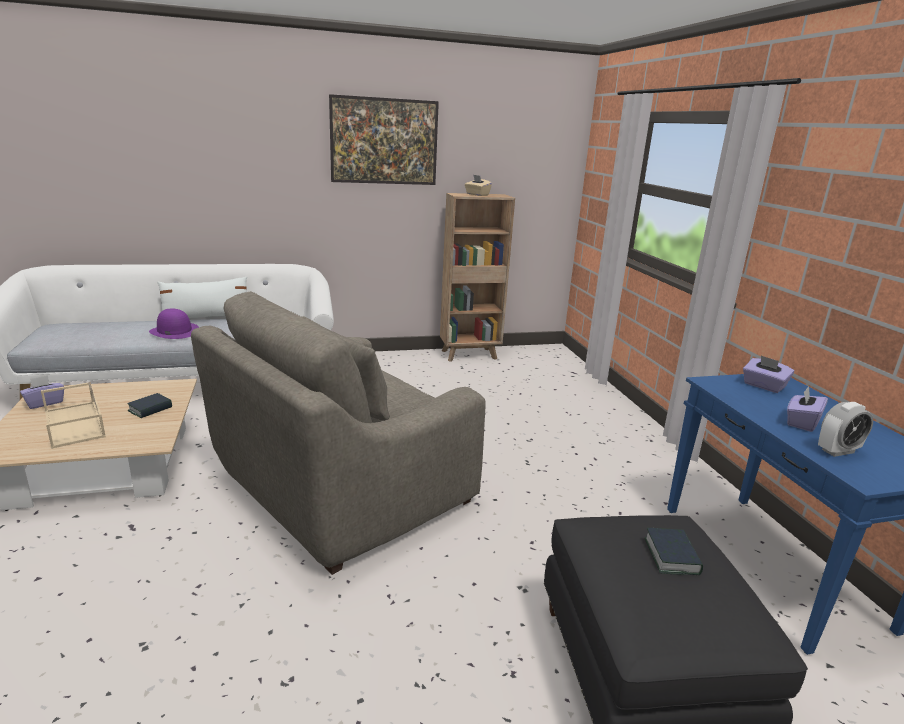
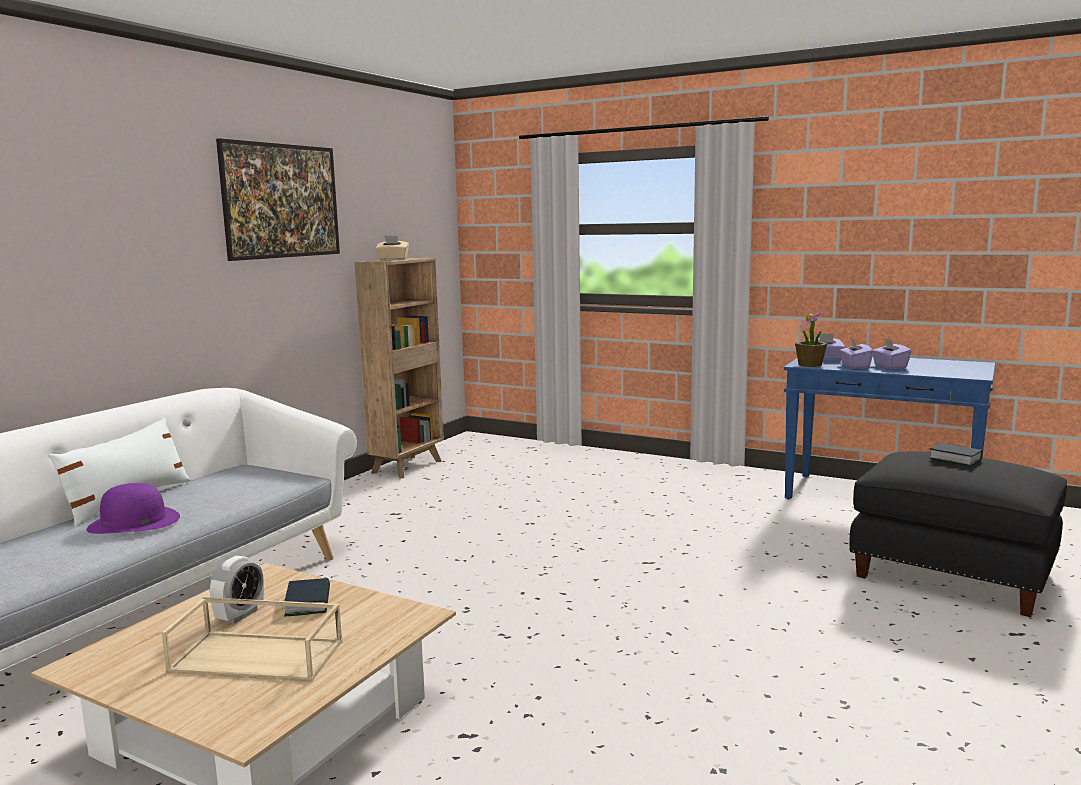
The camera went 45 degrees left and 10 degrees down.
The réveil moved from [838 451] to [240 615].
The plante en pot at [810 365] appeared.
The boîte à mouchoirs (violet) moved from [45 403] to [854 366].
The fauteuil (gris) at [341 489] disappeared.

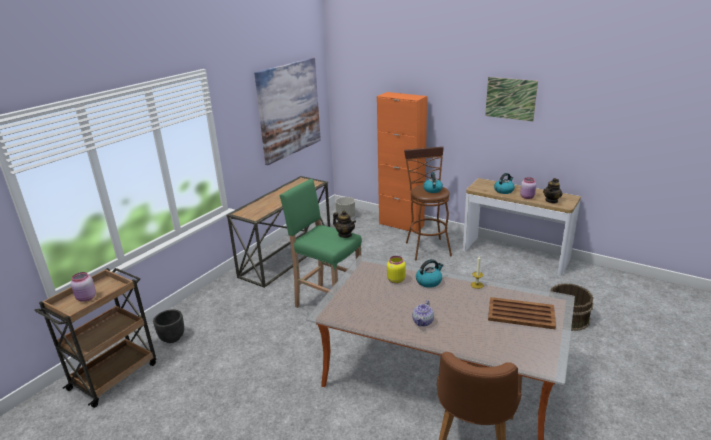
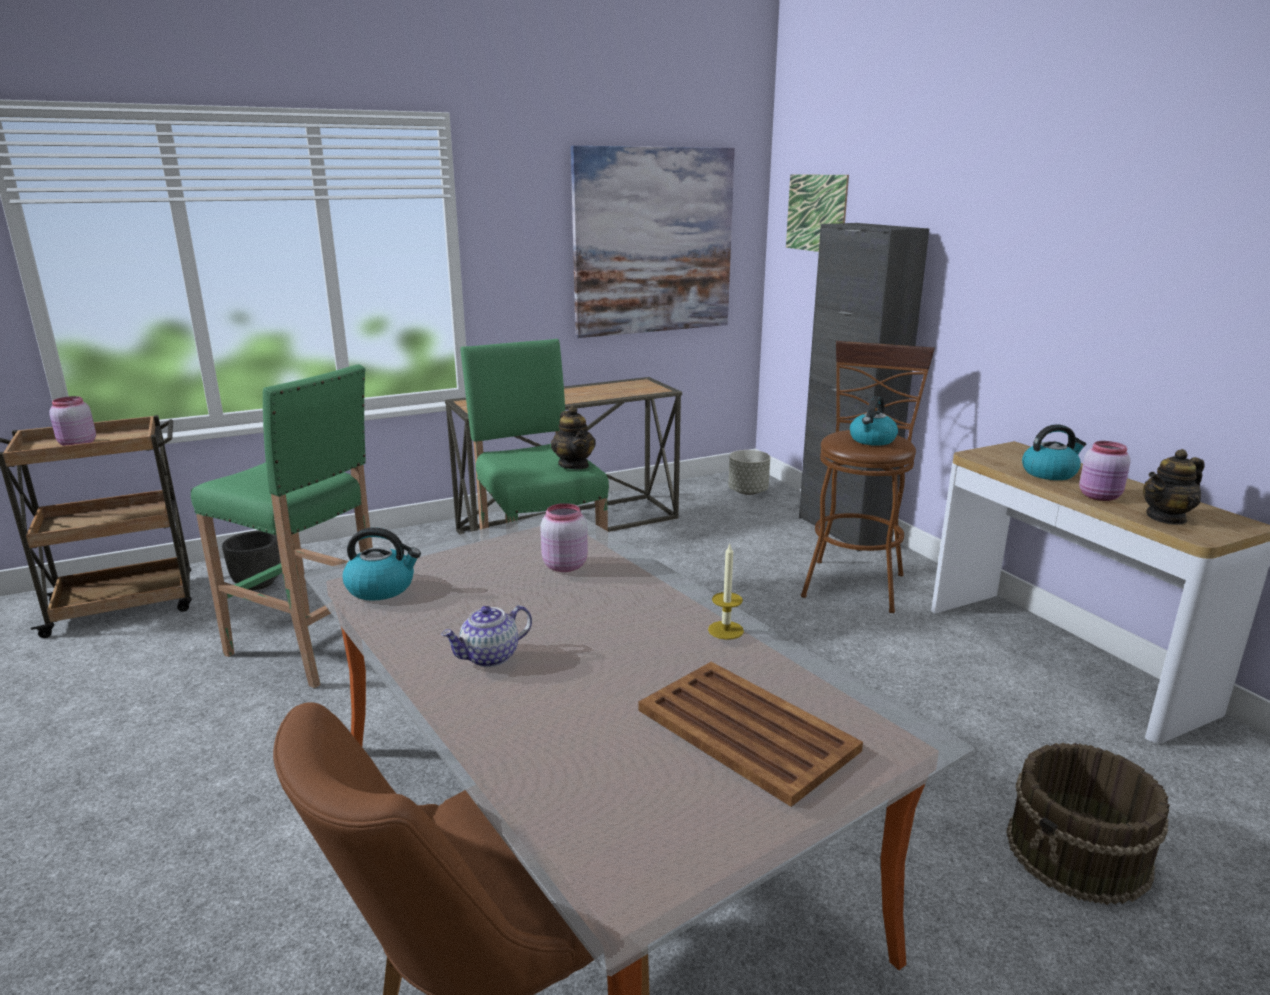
The camera went 30 degrees right and 5 degrees down.
The tabouret (vert) at [311 648] appeared.
The bouilloire moved from [429 281] to [382 588].
The bocal (jaune) at [395 280] became the bocal (rose) at [564 565].
The tableau moved from [510 98] to [816 213].
The meuble de rangement (orange) at [401 225] became the meuble de rangement (noir) at [843 530].

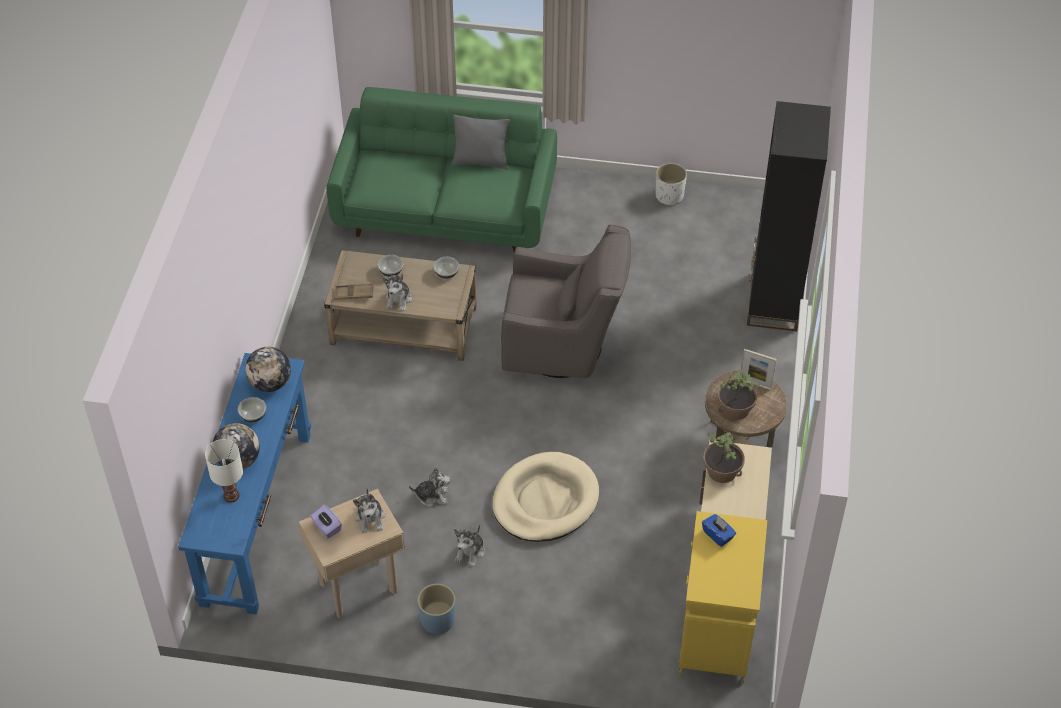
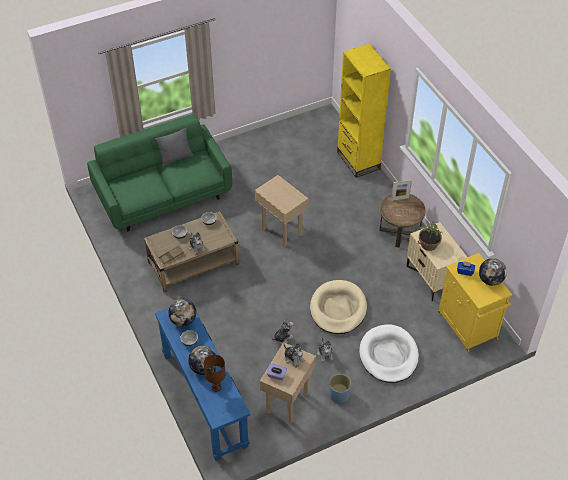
The camera went 35 degrees left and 0 degrees up.
The lampe de table (blanc) at [232 495] became the lampe de table (marron) at [216 387].
The fauteuil (gris) at [564 347] was replaced by the table d'appoint (beige) at [281 232].
The bibliothèque (noir) at [774 301] became the bibliothèque (jaune) at [358 160].
The panier pour chien (blanc) at [388 355] appeared.
The globe at [490 280] appeared.
The cache-pot (blanc) at [669 196] disappeared.
The plante en pot at [735 408] disappeared.

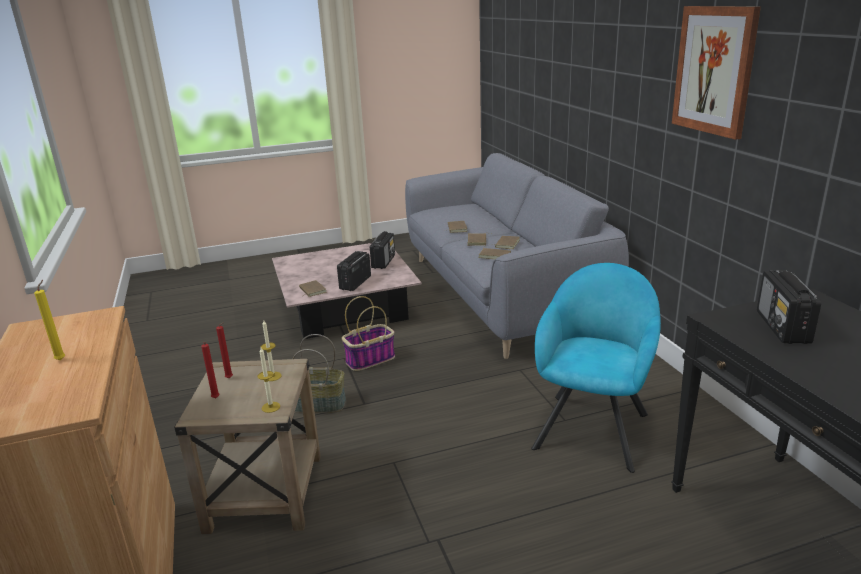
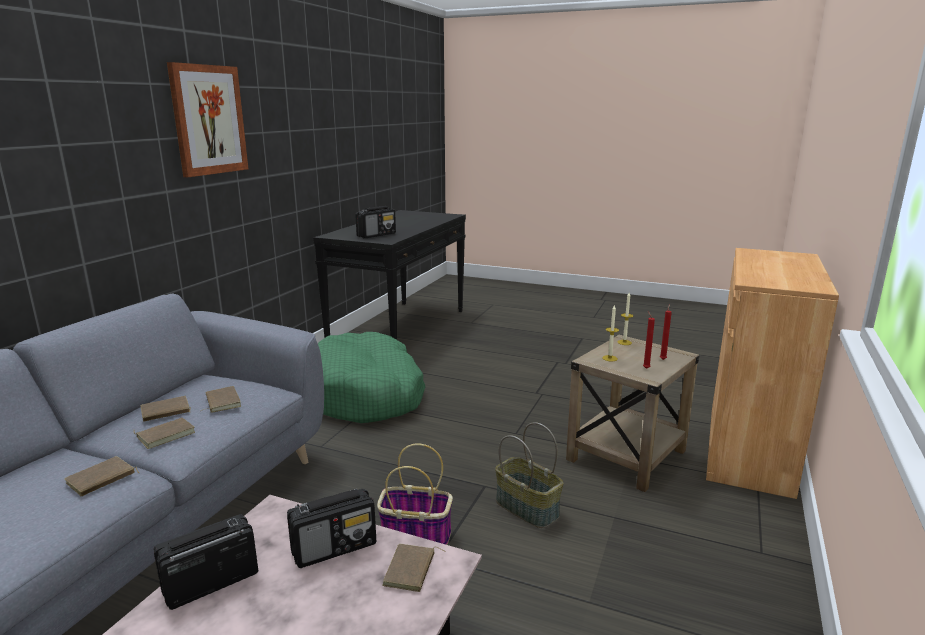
The camera went 140 degrees left and 5 degrees down.
The fauteuil (turquoise) at [593 426] was replaced by the panier pour chien (vert) at [366 394].
The bougie (jaune) at [62 359] disappeared.

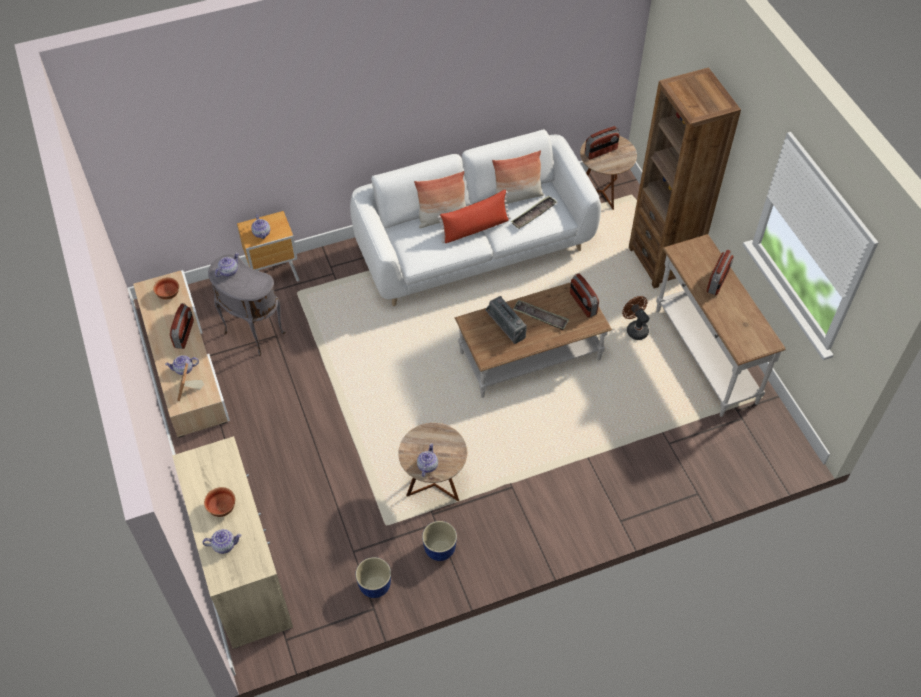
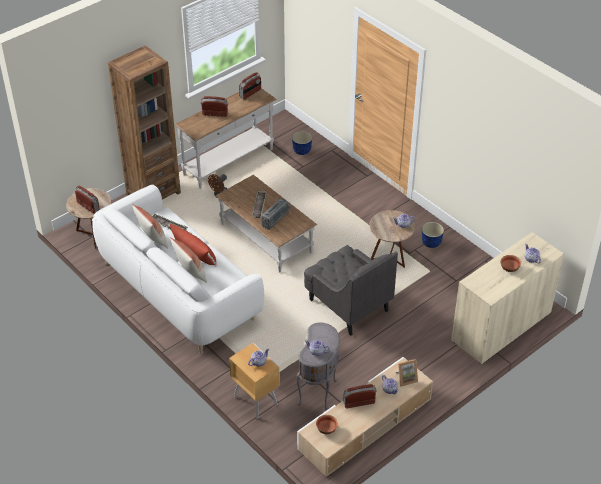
The camera went 110 degrees left and 10 degrees down.
The radio moved from [582 303] to [250 93].
The cache-pot moved from [374 586] to [301 151].
The fauteuil (gris) at [347 305] appeared.

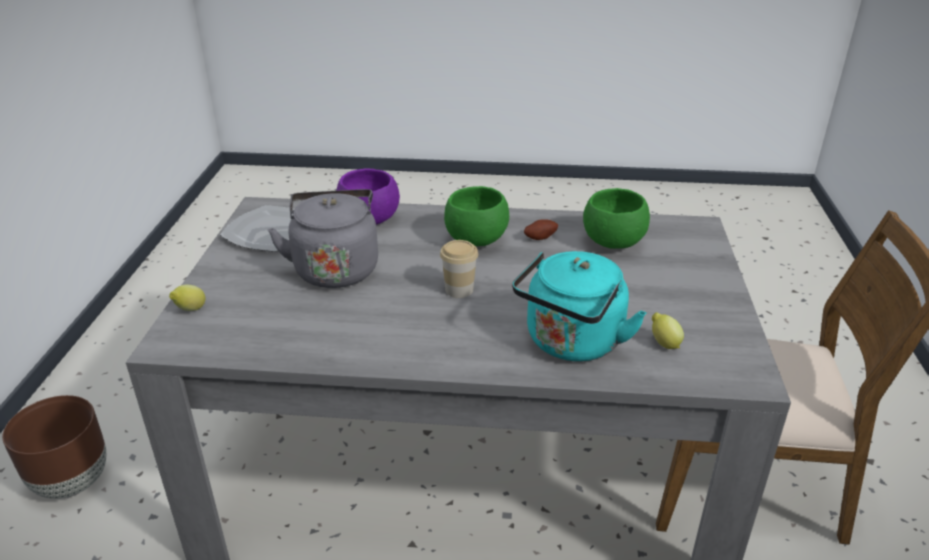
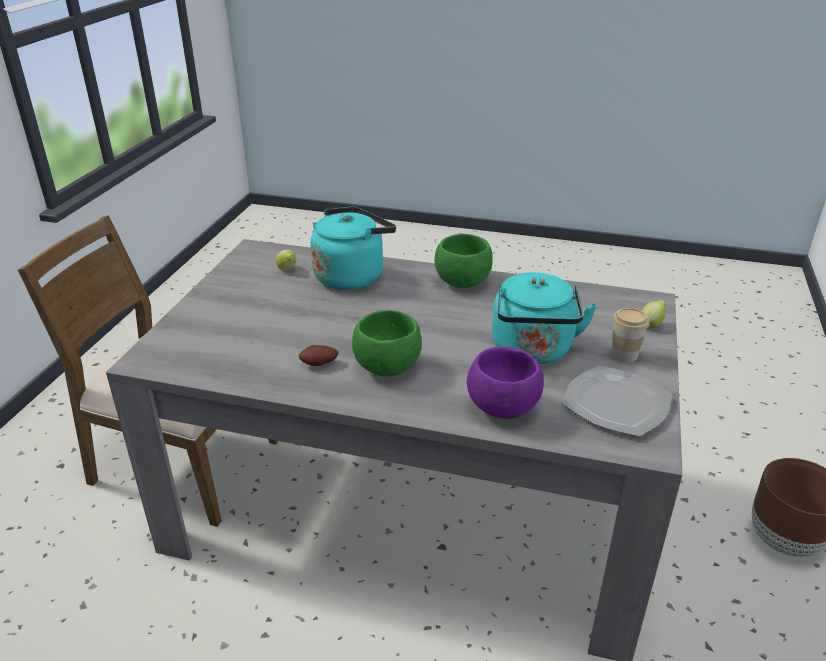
The camera went 170 degrees left and 0 degrees up.
The bol (vert) moved from [612 243] to [462 283].
The bouilloire (gris) at [335 268] became the bouilloire (turquoise) at [533 351].
The tasse moved from [459 290] to [624 354].

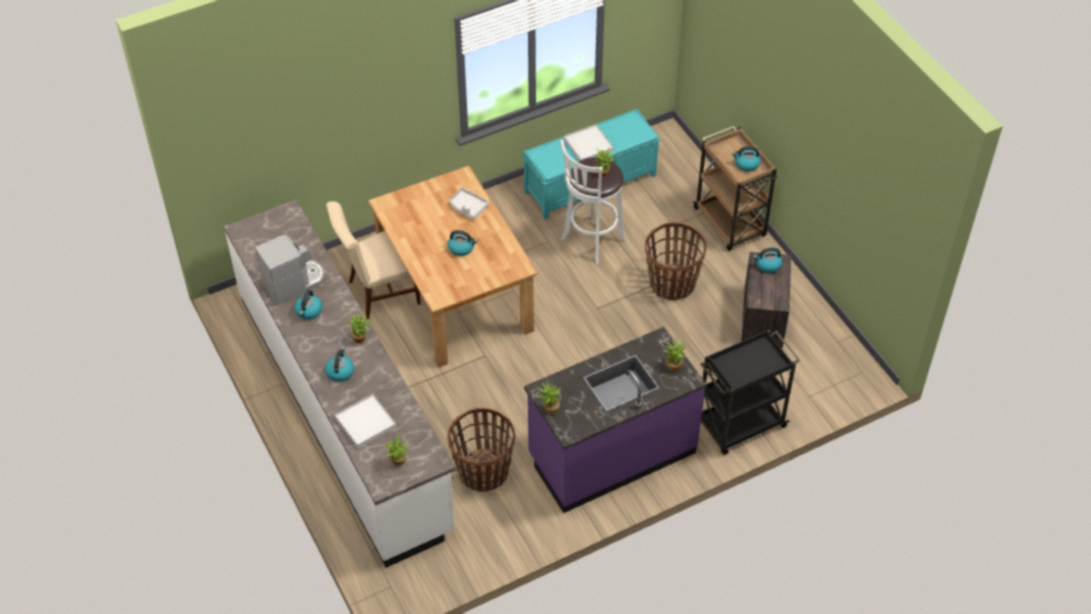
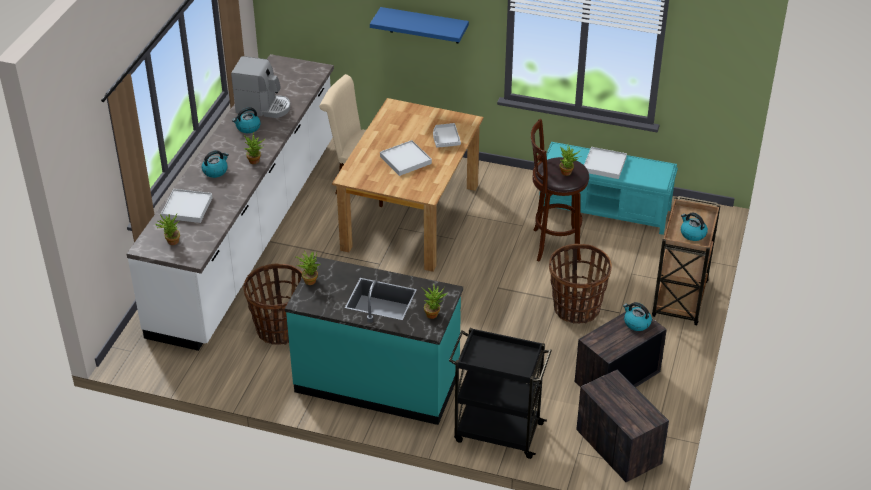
The camera went 45 degrees right and 10 degrees down.
The comptoir de cuisine (violet) at [611 454] became the comptoir de cuisine (turquoise) at [377 381].
The étagère (bleu) at [424 25] appeared.
The bouilloire at [461 248] was replaced by the plateau (blanc) at [405 160].
The tabouret (blanc) at [591 241] became the tabouret (marron) at [553 245].
The caisse at [617 445] appeared.

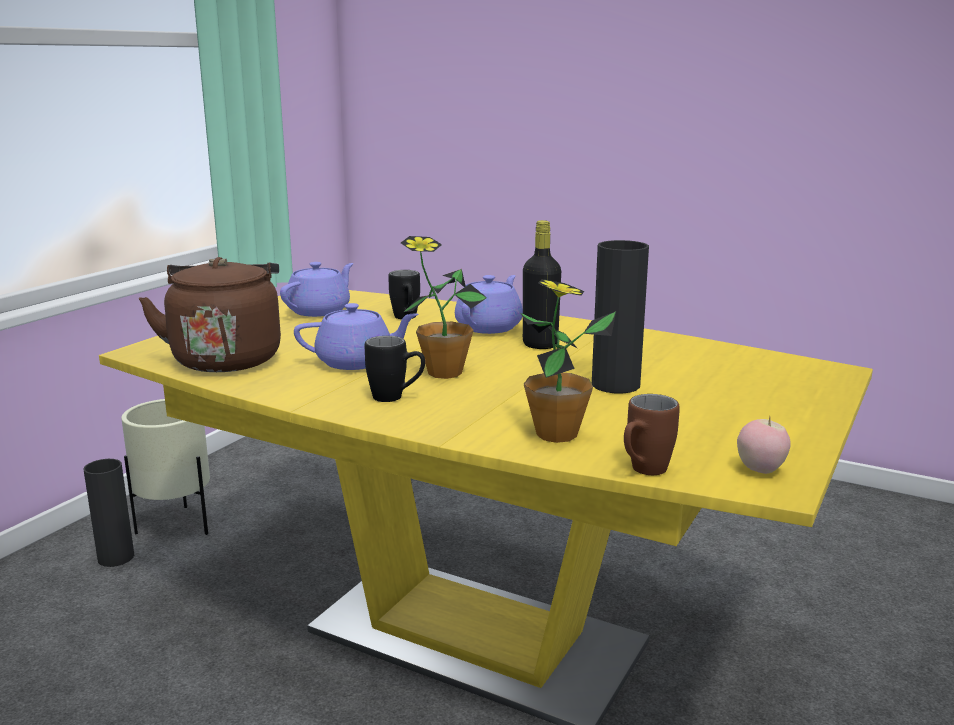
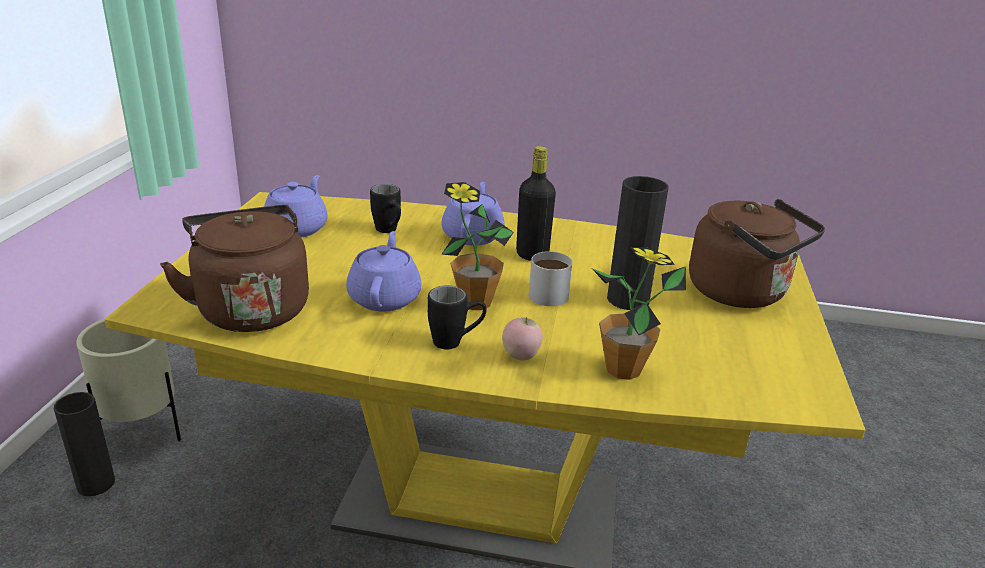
The camera went 20 degrees left and 10 degrees up.
The théière (violet) at [357 362] turned 60 degrees counterclockwise.
The pomme moved from [760 470] to [520 357].
The mug (blanc) at [549 291] appeared.
The bouilloire (marron) at [742 293] appeared.
The mug (marron) at [643 472] disappeared.

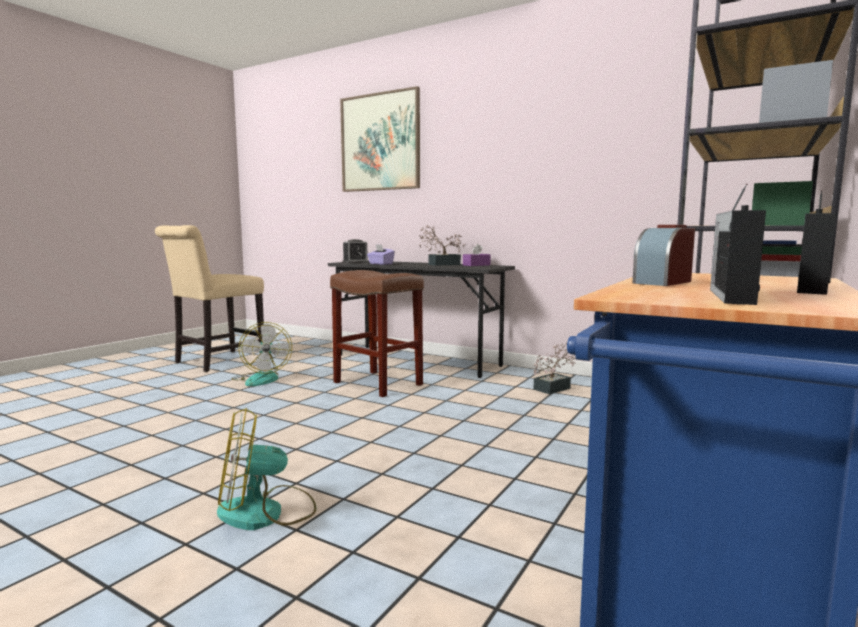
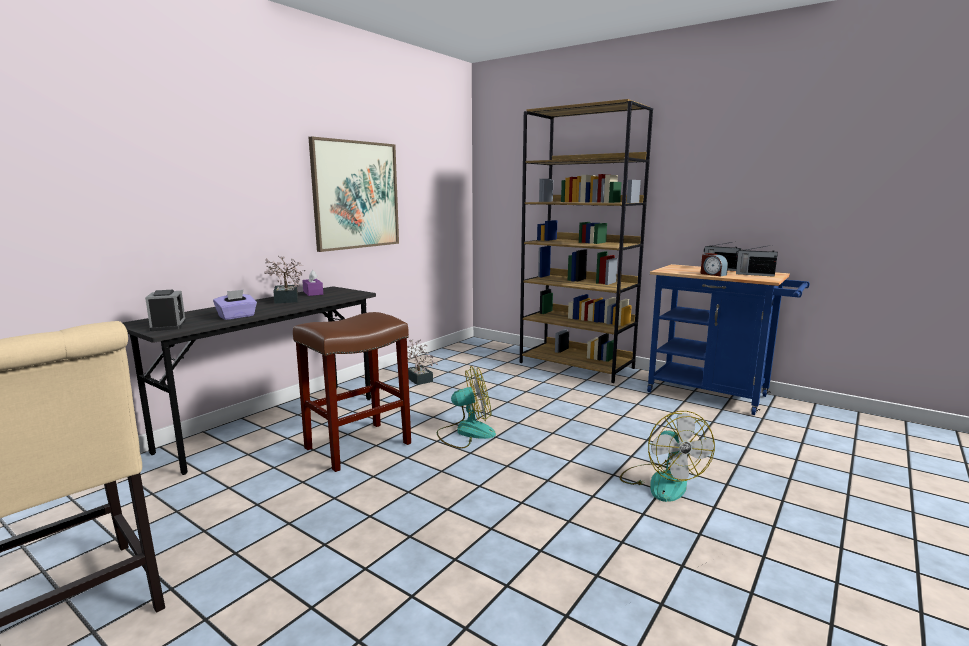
The camera went 85 degrees left and 5 degrees up.
The tableau moved from [380 142] to [356 195].
The ventilateur moved from [261 378] to [466 432].

